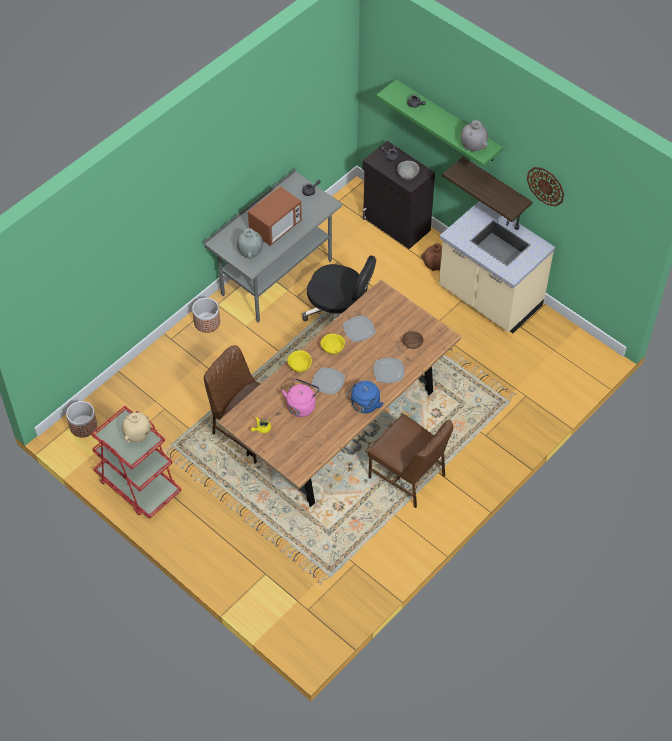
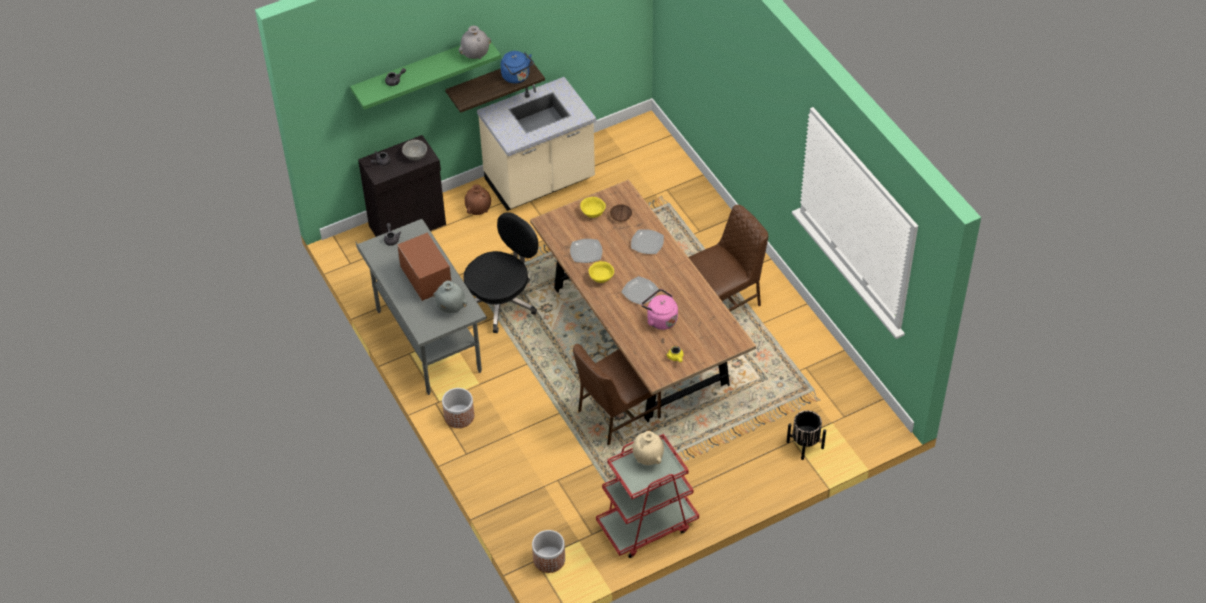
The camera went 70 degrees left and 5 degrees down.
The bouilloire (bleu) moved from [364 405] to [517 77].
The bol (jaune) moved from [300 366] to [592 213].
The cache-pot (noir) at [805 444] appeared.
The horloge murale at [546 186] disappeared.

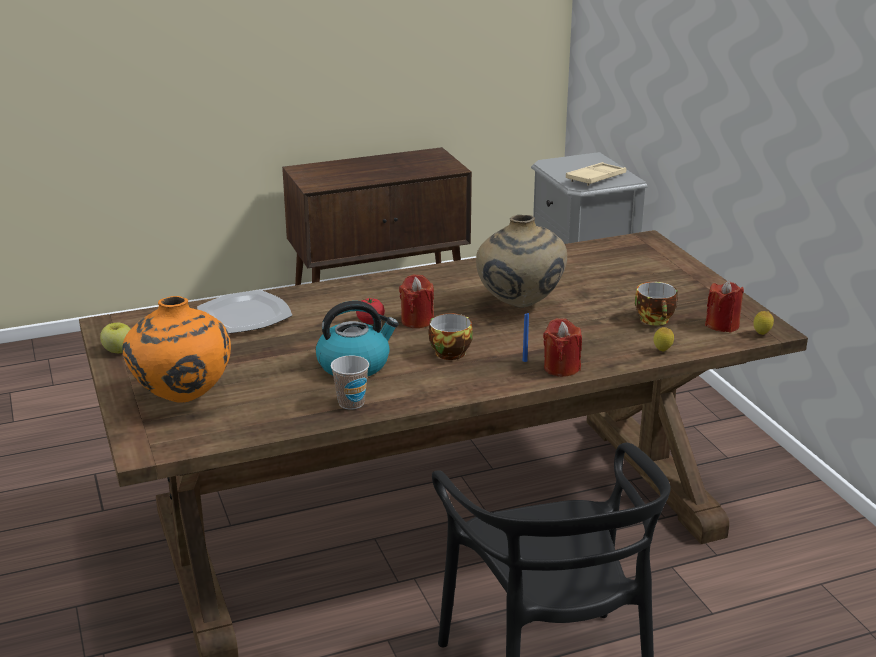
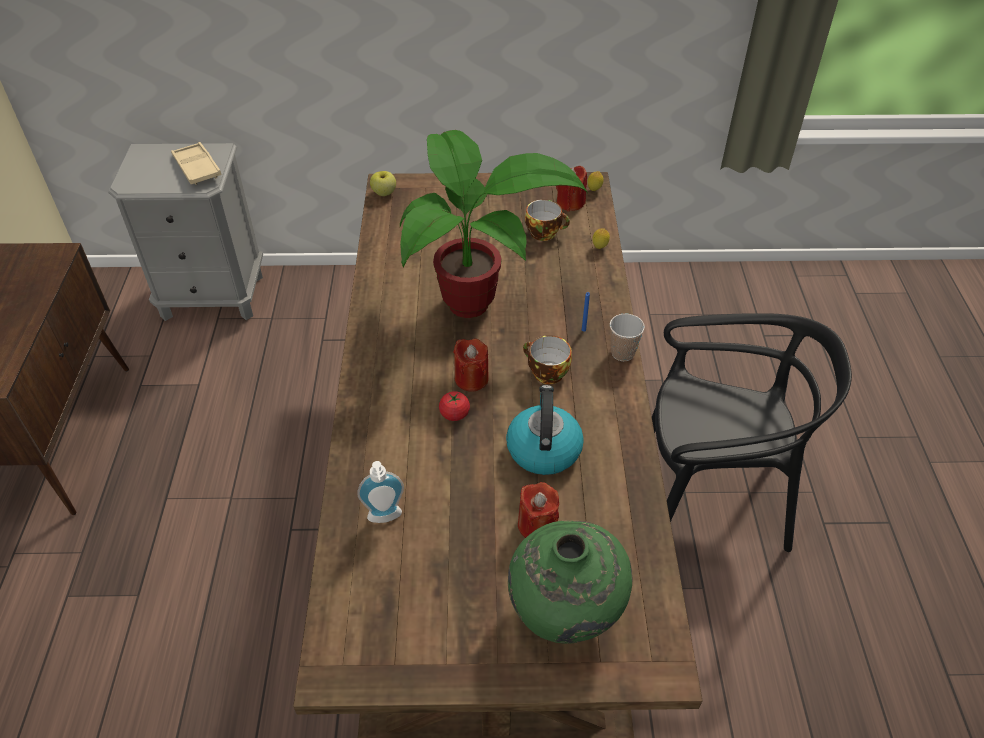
The camera went 70 degrees left and 20 degrees up.
The assiette at [245 316] was replaced by the distributeur de savon at [385 518].
The pomme moved from [118 350] to [384 193].
The vase (beige) at [519 306] was replaced by the plante en pot at [477 302].
The vase (orange) at [182 400] became the vase (vert) at [564 614].
The bougie (rouge) moved from [561 368] to [537 525].
The tasse moved from [351 403] to [622 353].

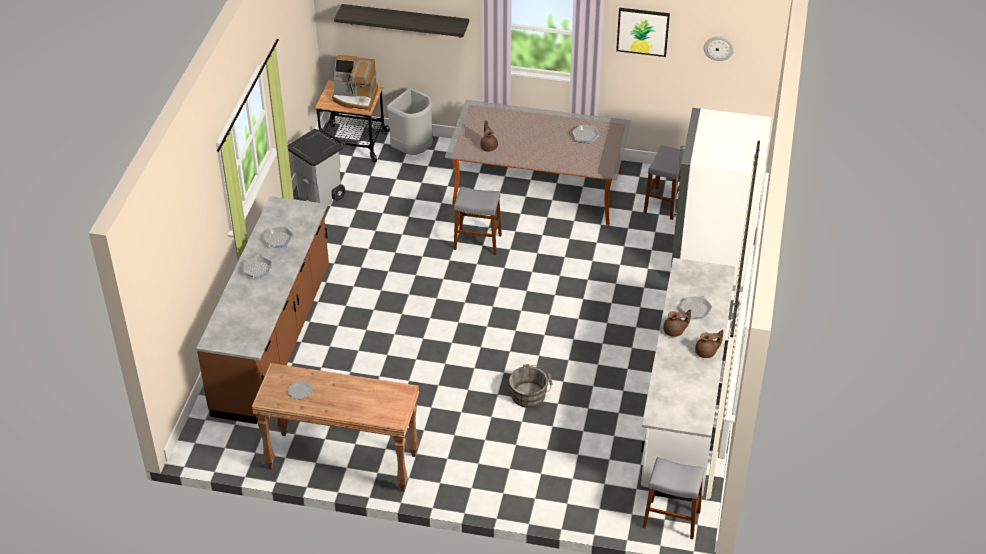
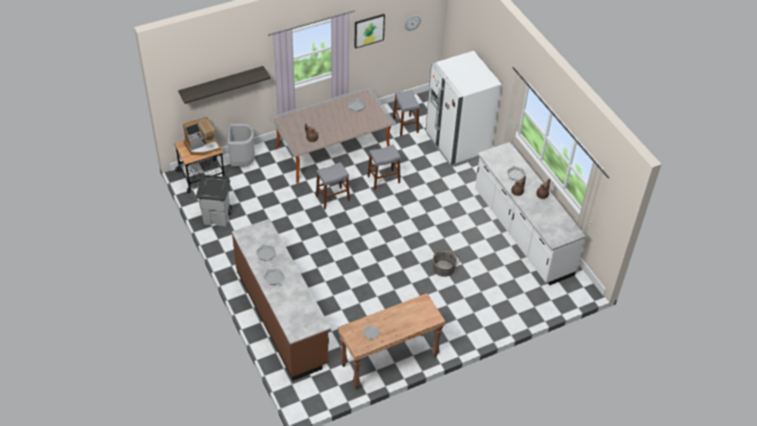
The camera went 40 degrees left and 5 degrees up.
The tabouret (gris) moved from [671 519] to [383 179].

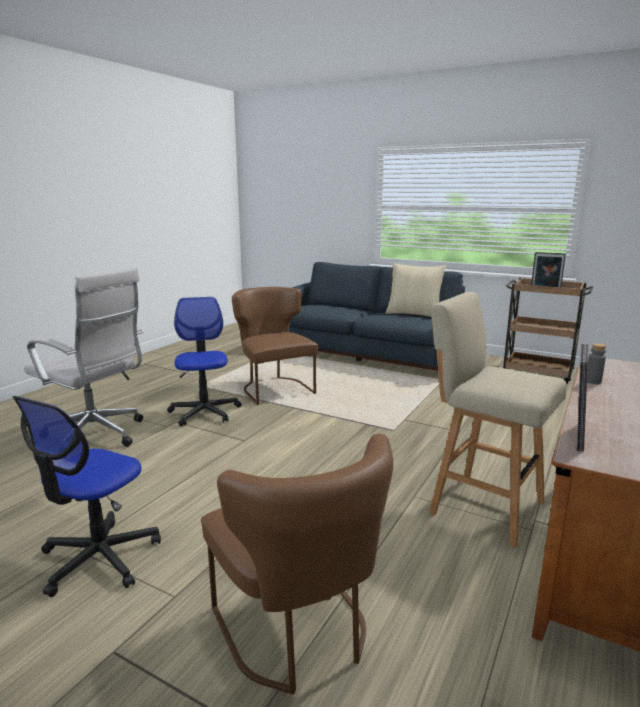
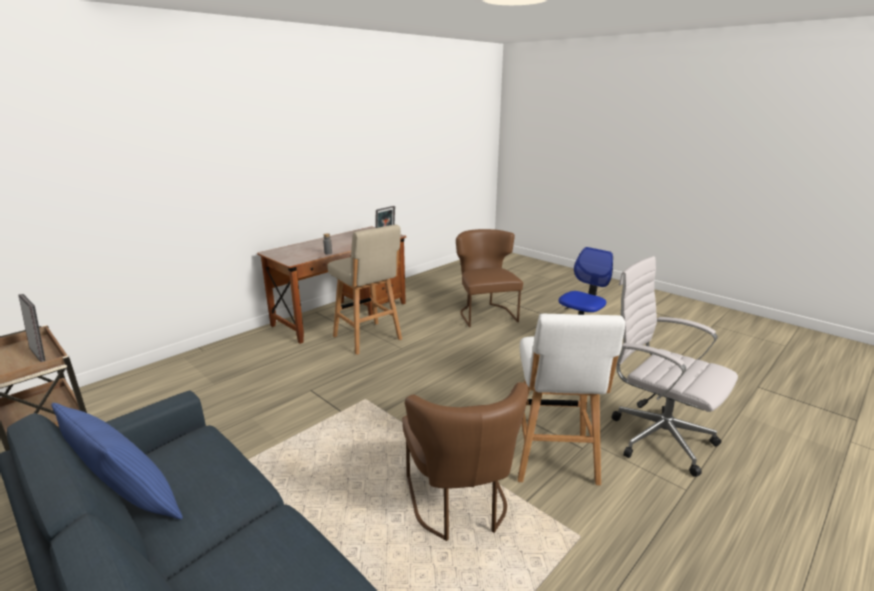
The camera went 165 degrees left and 5 degrees up.
The coussin (beige) at [414 314] became the coussin (bleu) at [131 505].
The chaise de bureau at [204 412] was replaced by the tabouret (blanc) at [553 460].

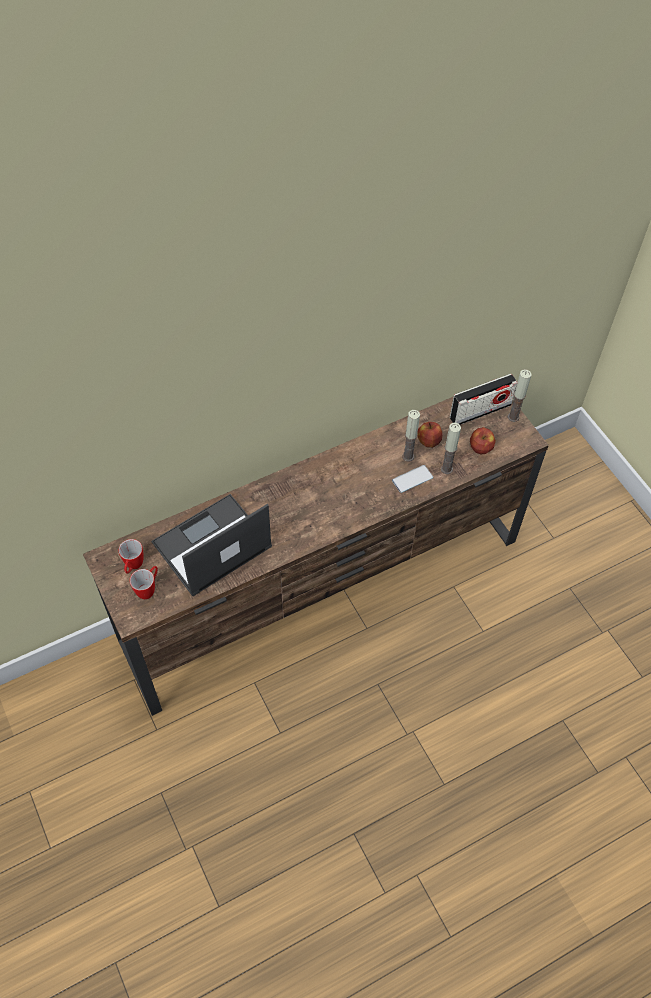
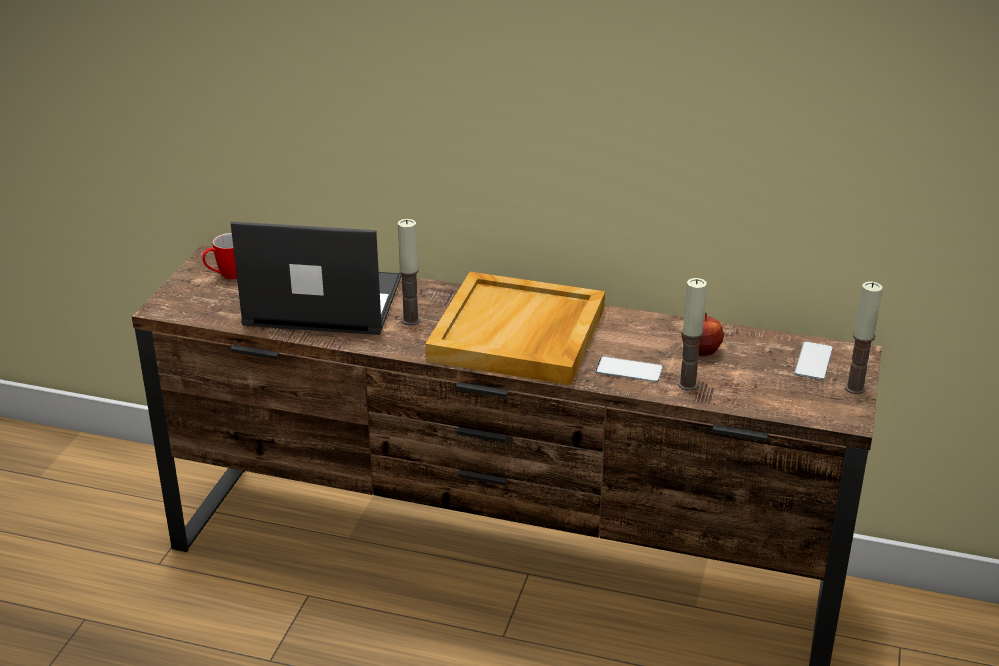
The camera went 45 degrees right and 25 degrees down.
The bougie moved from [408 456] to [410 320].
The plateau (beige) at [518 335] appeared.
The radio at [480 411] was replaced by the téléphone at [813 361].
The mug at [149 588] disappeared.
The pomme at [481 447] disappeared.

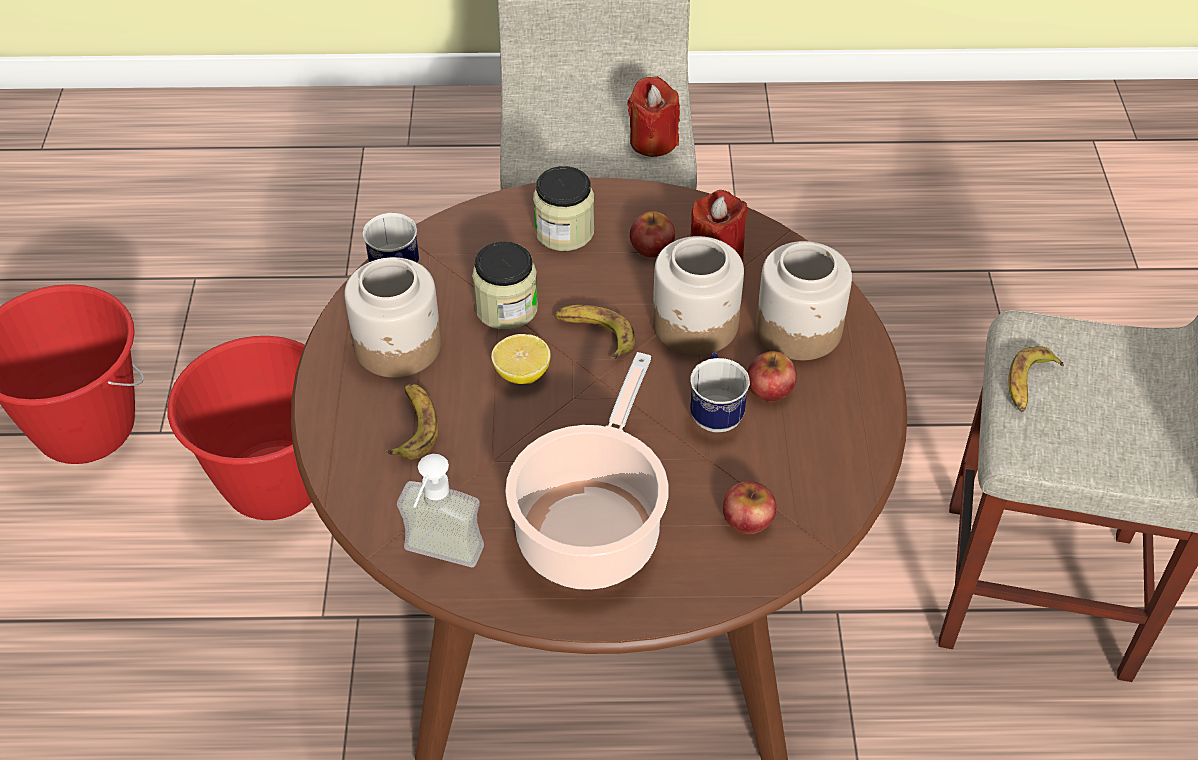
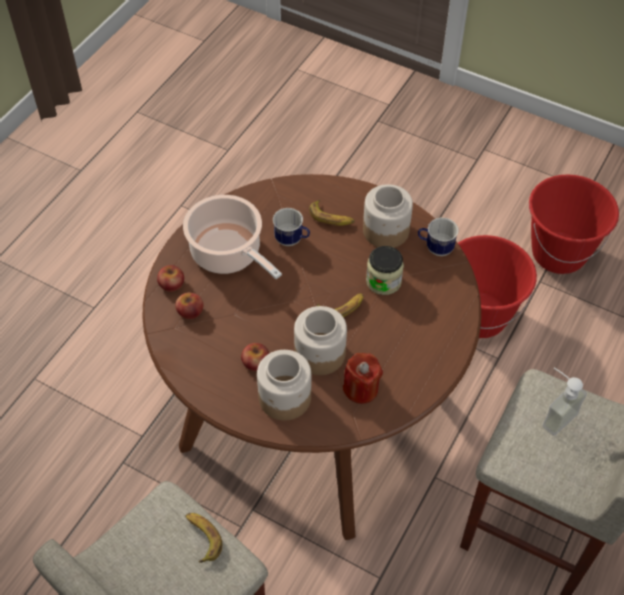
The camera went 120 degrees right and 5 degrees up.
The pomme moved from [652 246] to [172 284].
The mug moved from [715 412] to [292 240].
The distributeur de savon moved from [438 561] to [553 414].
The citron at [522 373] disappeared.
The bocal at [564 231] disappeared.
The bougie (rouge) at [653 141] disappeared.

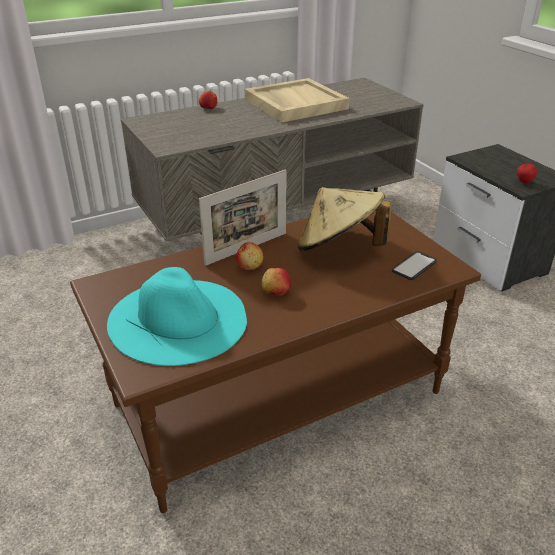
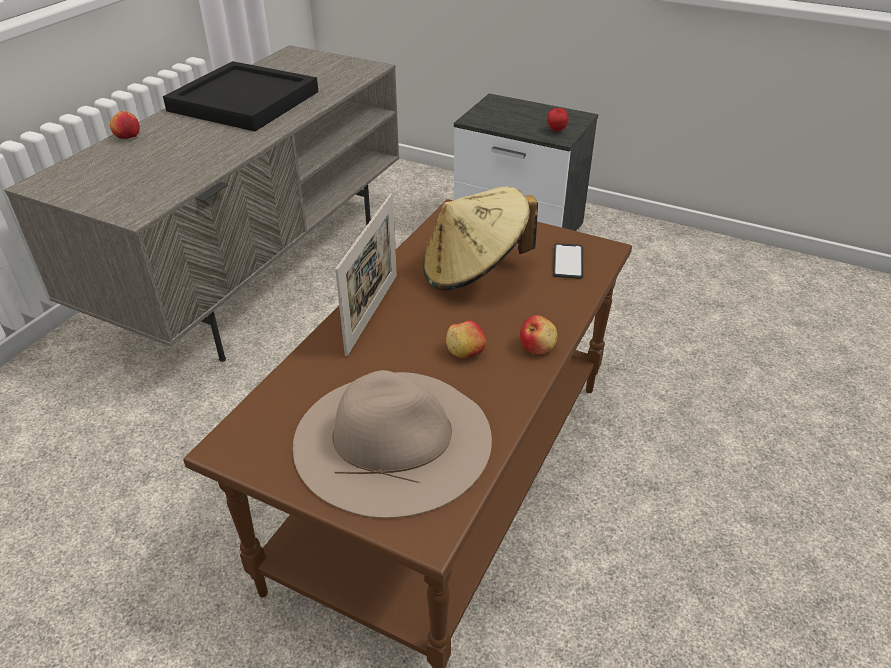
The camera went 35 degrees left and 5 degrees up.
The plateau (beige) at [294 104] became the plateau (noir) at [242 101].
The chapeau (turquoise) at [178 319] became the chapeau (beige) at [392 439].
The pomme moved from [250 266] to [537 347].

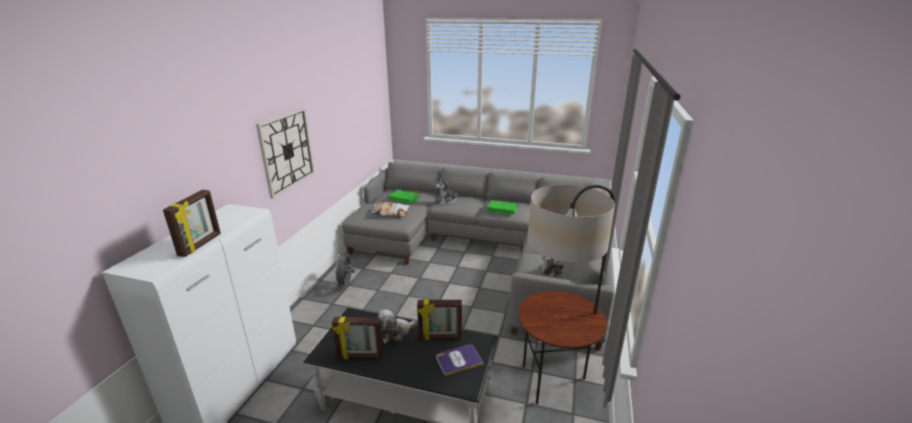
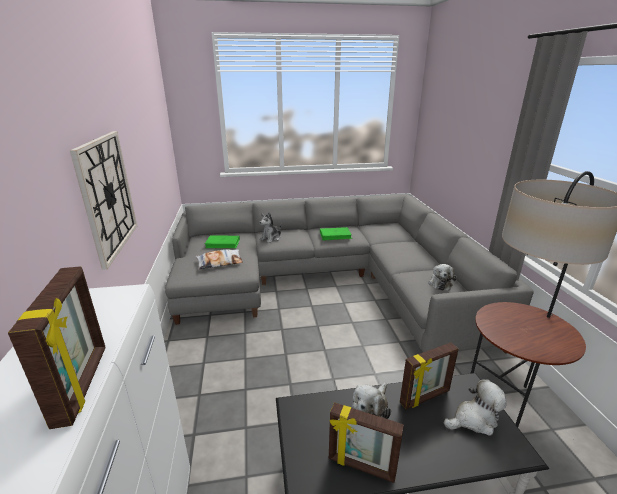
The camera went 25 degrees left and 0 degrees up.
The cadre photo at [360 356] turned 45 degrees clockwise.
The livre at [458 360] was replaced by the peluche at [474 419].
The ventilateur (gris) at [346 285] disappeared.

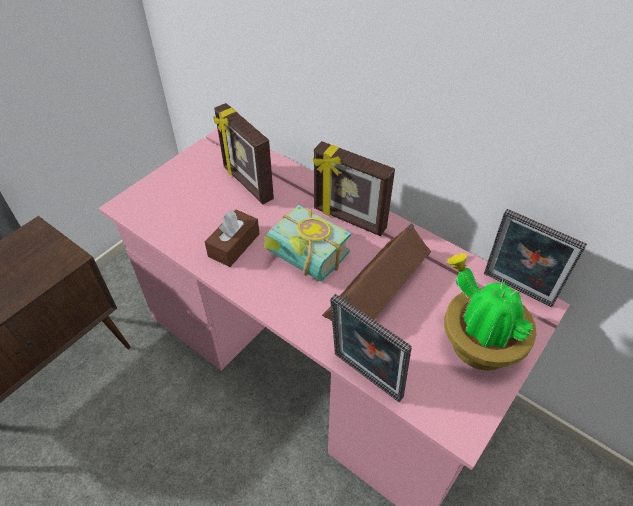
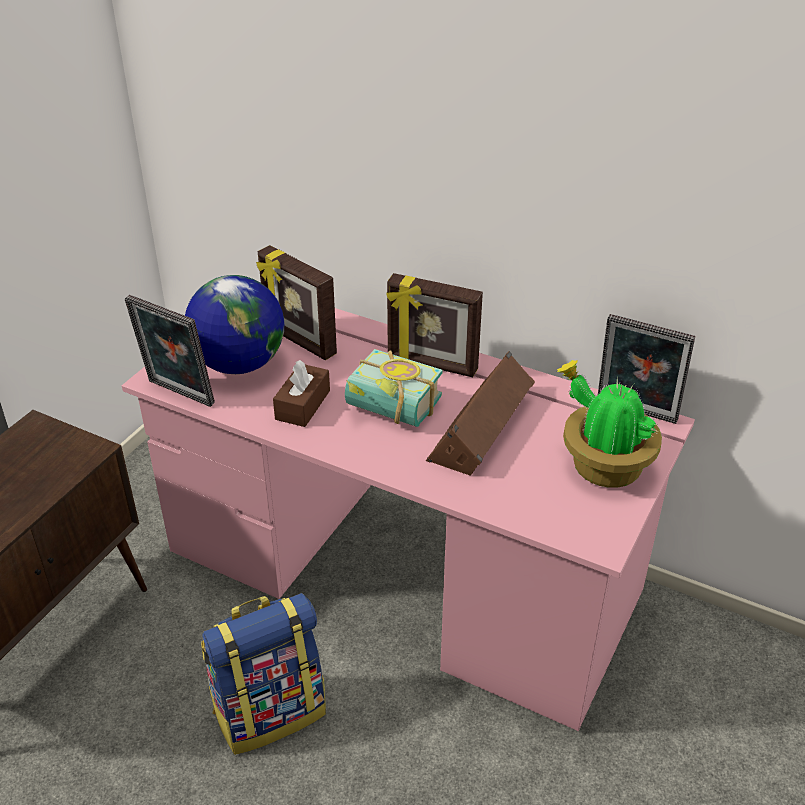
The camera went 10 degrees left and 10 degrees down.
The cadre photo moved from [364 379] to [178 395].
The globe at [239 364] appeared.
The sac à dos at [270 711] appeared.

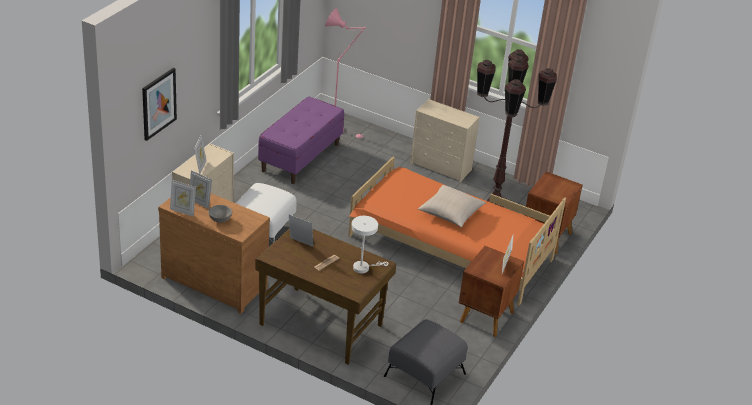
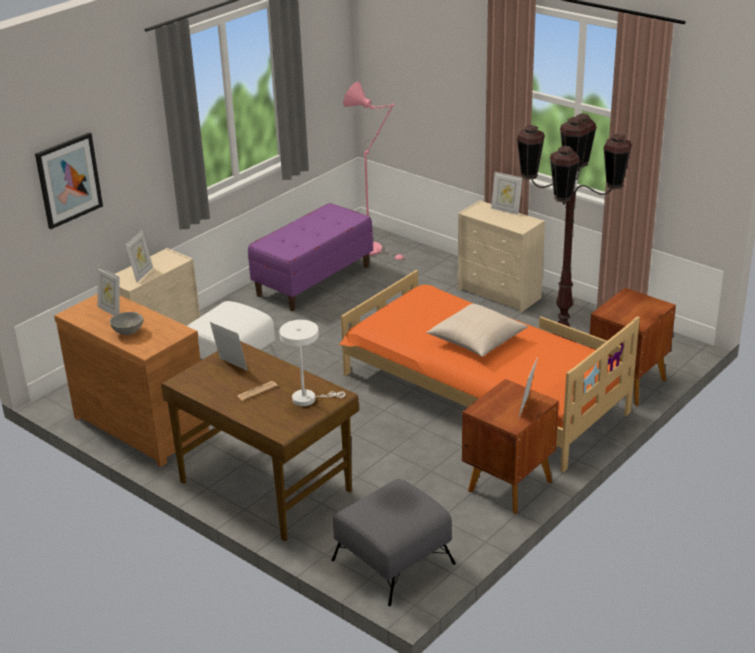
The camera went 15 degrees right and 5 degrees down.
The cadre photo moved from [183 211] to [506 210].

